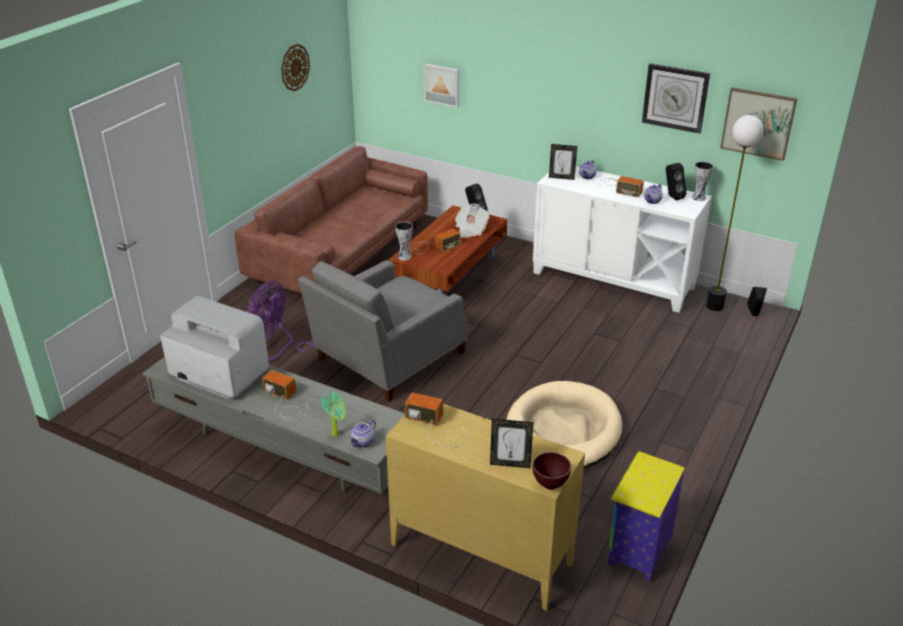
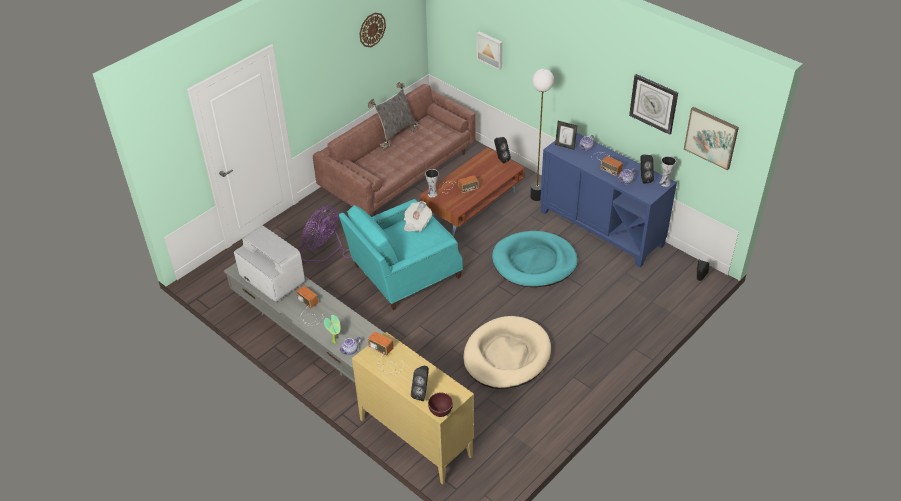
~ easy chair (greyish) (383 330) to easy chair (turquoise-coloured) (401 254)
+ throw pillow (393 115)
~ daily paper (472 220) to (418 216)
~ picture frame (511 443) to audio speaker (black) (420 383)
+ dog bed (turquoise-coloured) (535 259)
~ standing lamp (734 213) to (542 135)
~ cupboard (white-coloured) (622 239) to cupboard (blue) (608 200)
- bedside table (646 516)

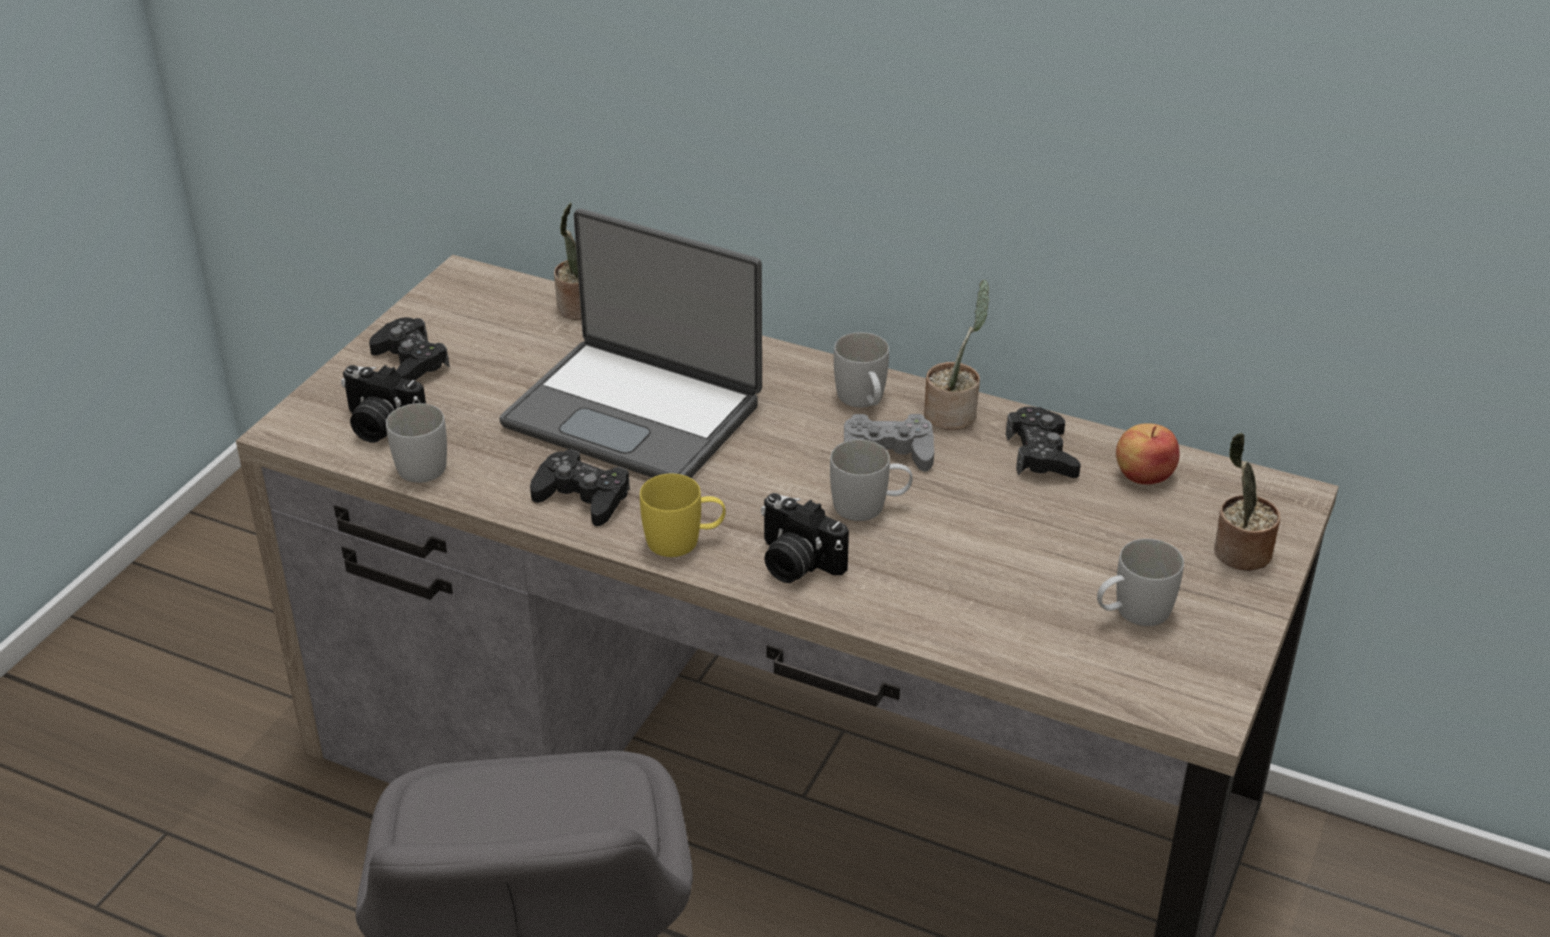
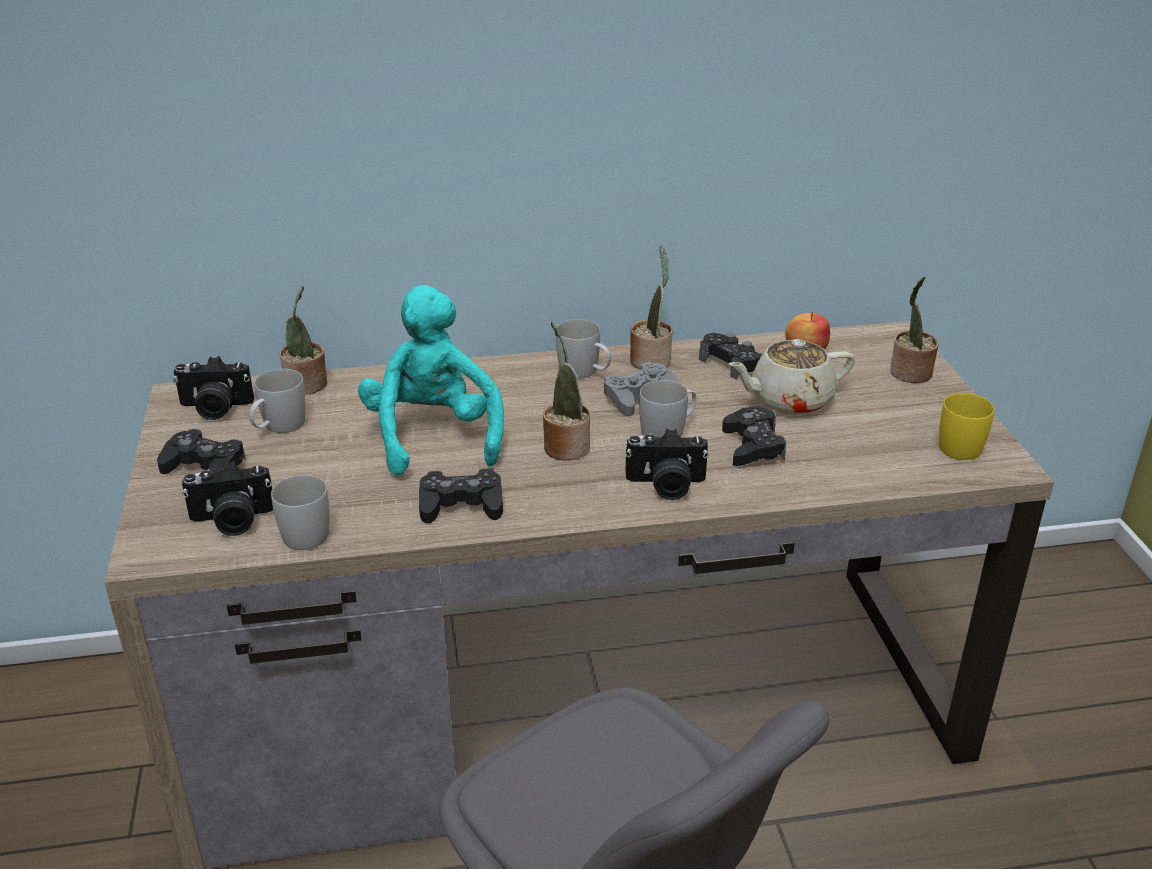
+ photo camera (213 388)
~ tea mug (white-coloured) (1140 582) to (277 401)
~ portable computer (630 343) to plush toy (turquoise-coloured) (431 380)
+ houseplant (566 391)
+ gamepad (black) (754 436)
+ teapot (sand-coloured) (791 377)
~ tea mug (yellowish) (683 515) to (967 426)

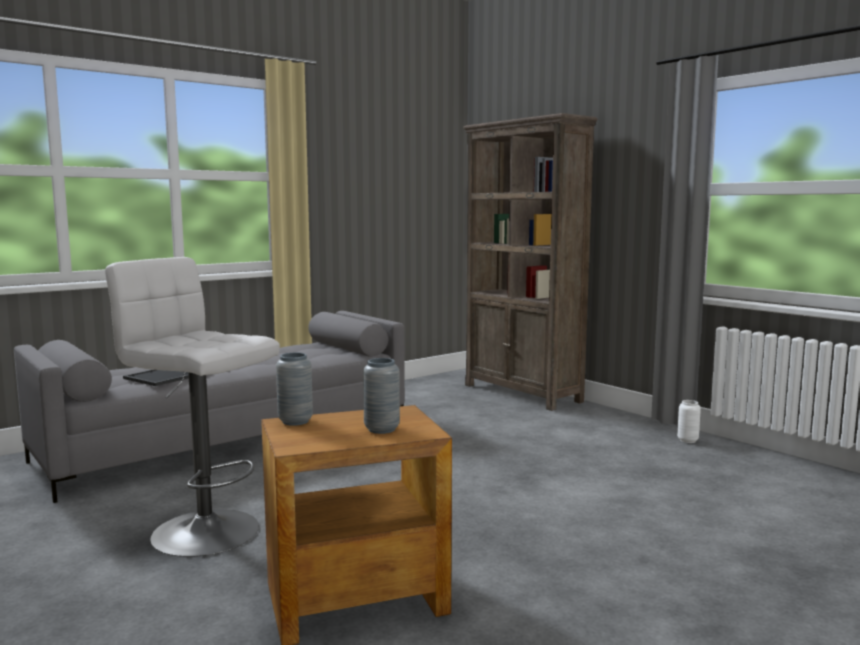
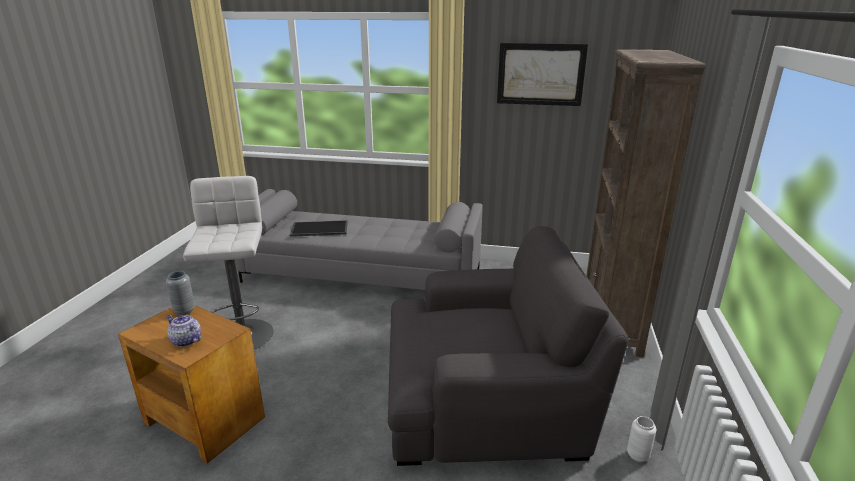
~ decorative vase (greyish) (381 396) to teapot (183 331)
+ easy chair (greyish) (508 346)
+ wall art (542 74)

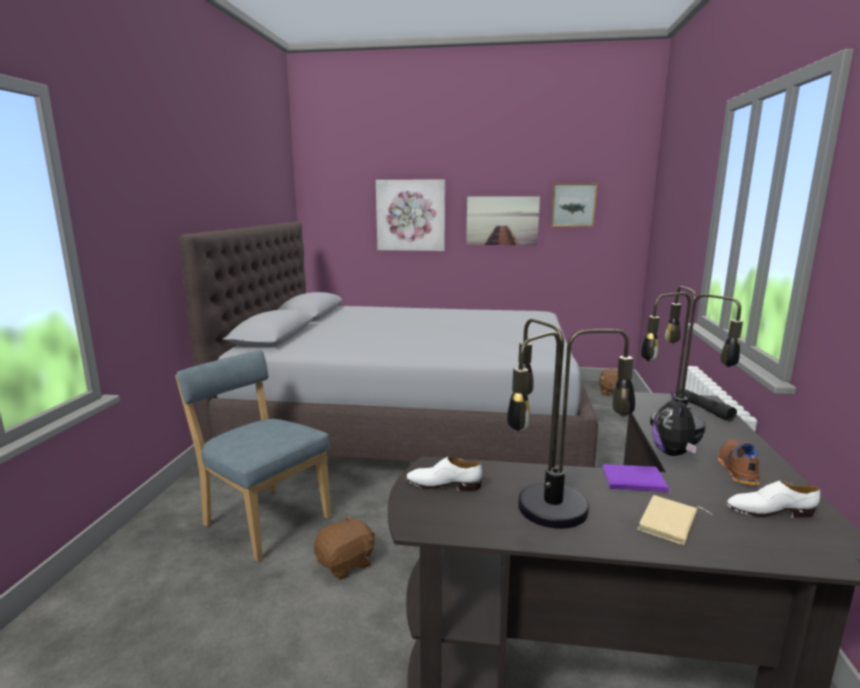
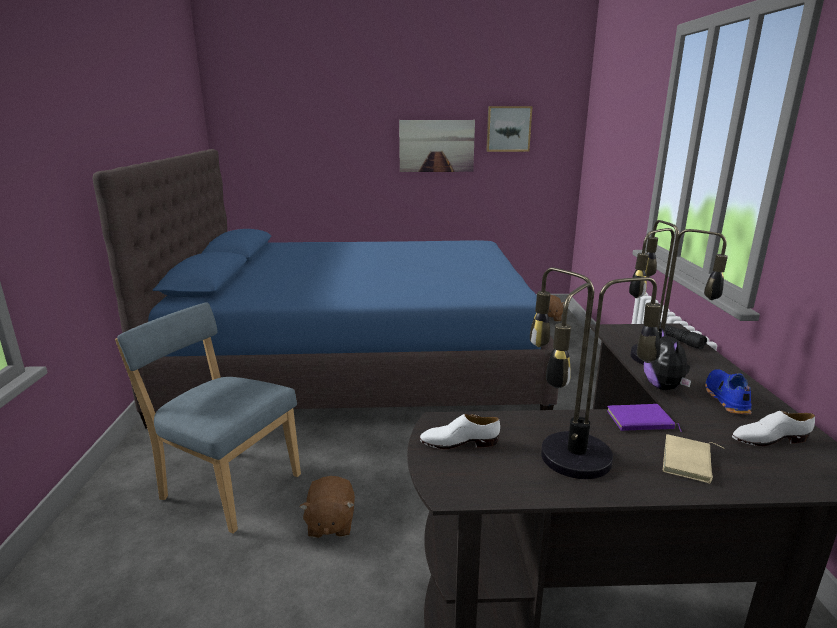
~ bed (greyish) (388 344) to bed (blue) (325 289)
~ plush toy (brown) (344 547) = (327 507) 135 degrees clockwise
~ item of footwear (brown) (739 462) to item of footwear (blue) (728 391)
- wall art (410 215)

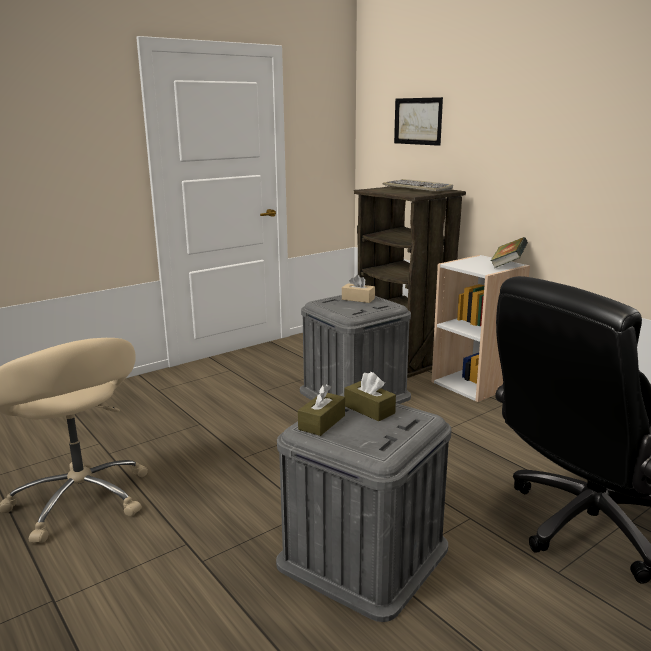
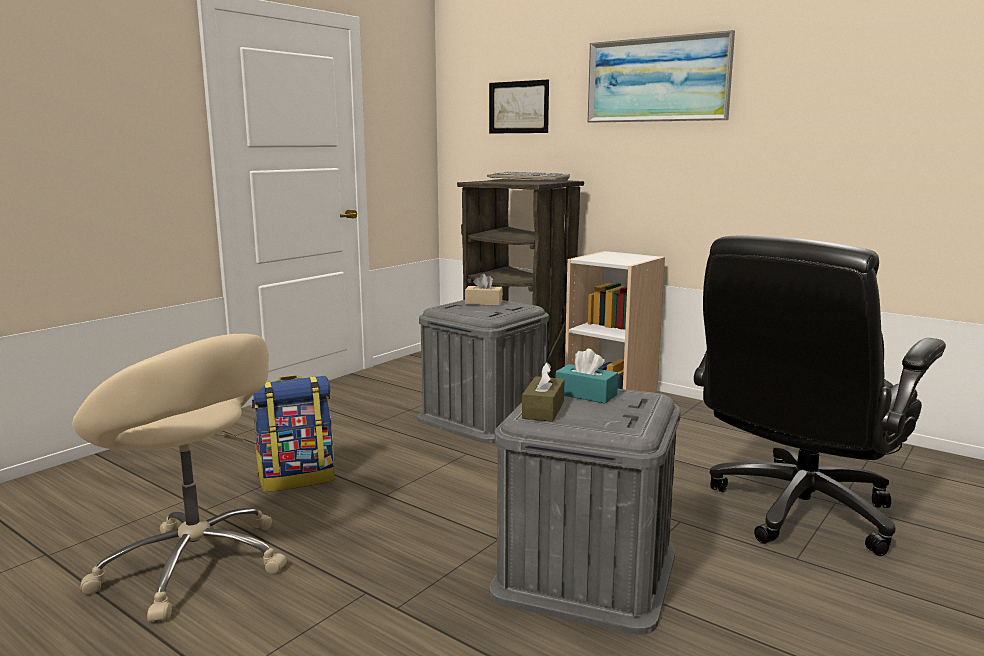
+ knapsack (293 433)
~ tissue box (brown) (370 396) to tissue box (turquoise-coloured) (587 376)
+ wall art (661 76)
- book (509 252)

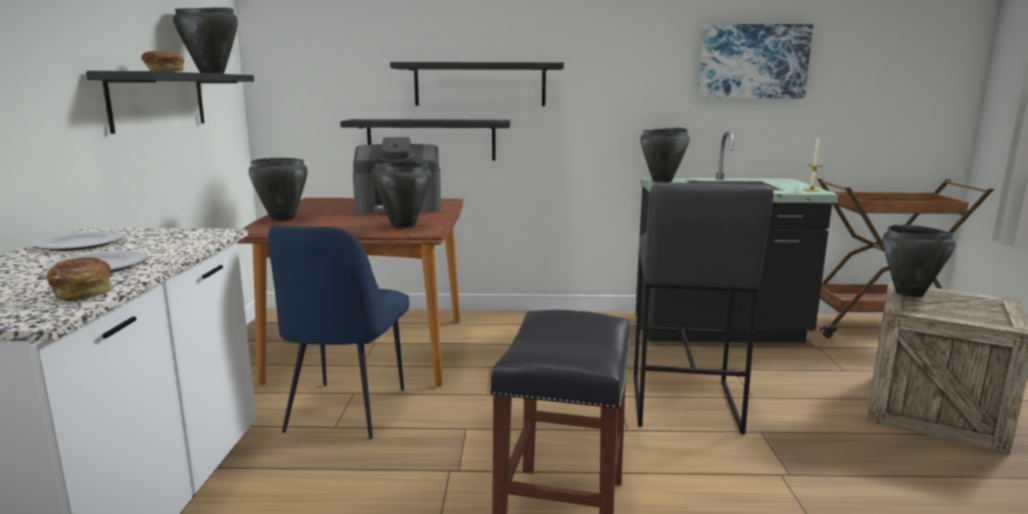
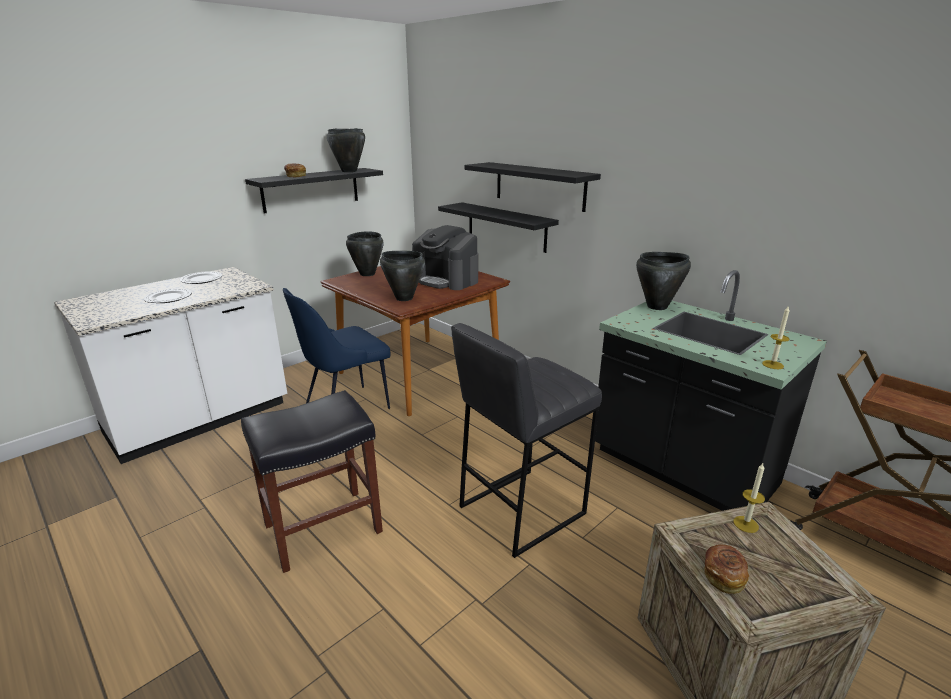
~ baked bread (80 279) to (726 569)
~ saucepot (black) (919 260) to wax light (749 498)
- wall art (755 61)

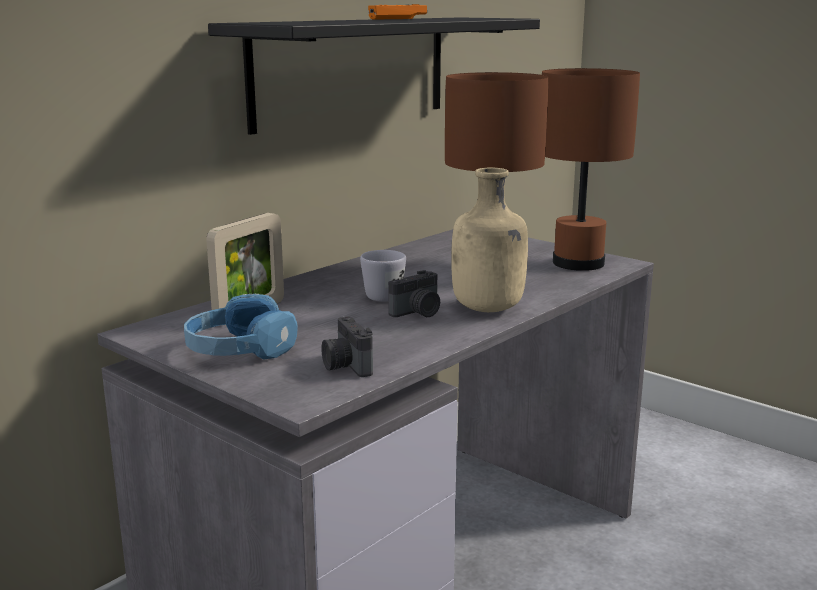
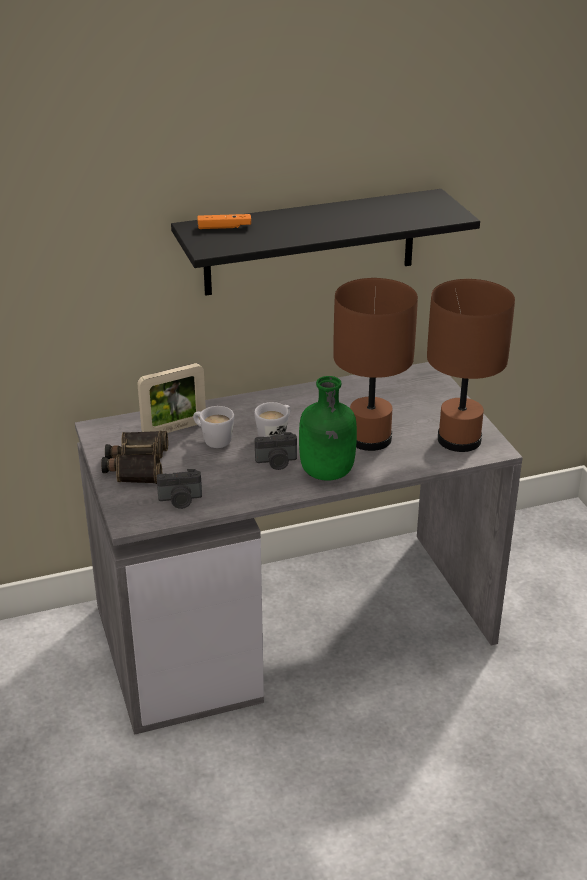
~ pair of headphones (blue) (241 327) to binoculars (134 457)
~ photo camera (347 346) = (179 489) 105 degrees counterclockwise
+ tea mug (white-coloured) (213 427)
~ gamepad (orange) (397 11) to (224 221)
~ bottle (sand-coloured) (489 240) to bottle (green) (328 428)

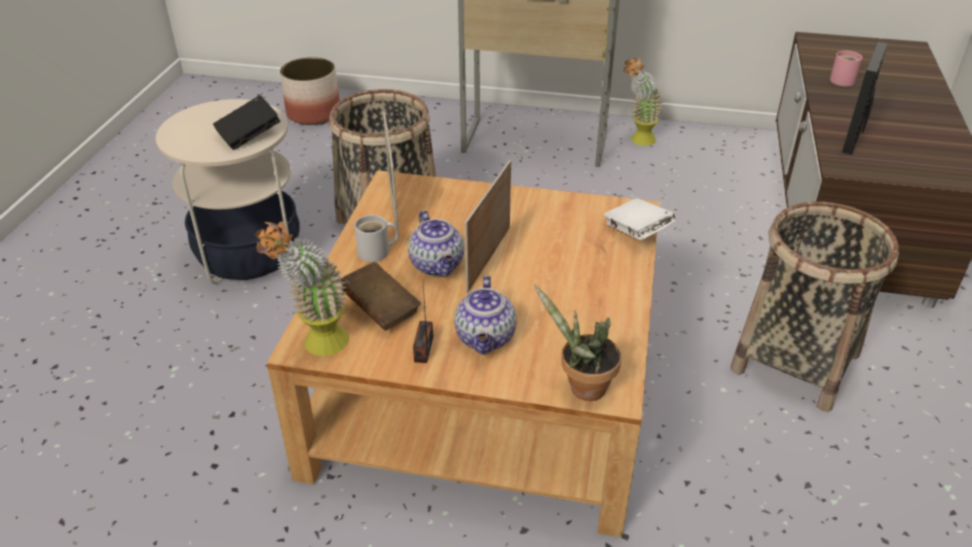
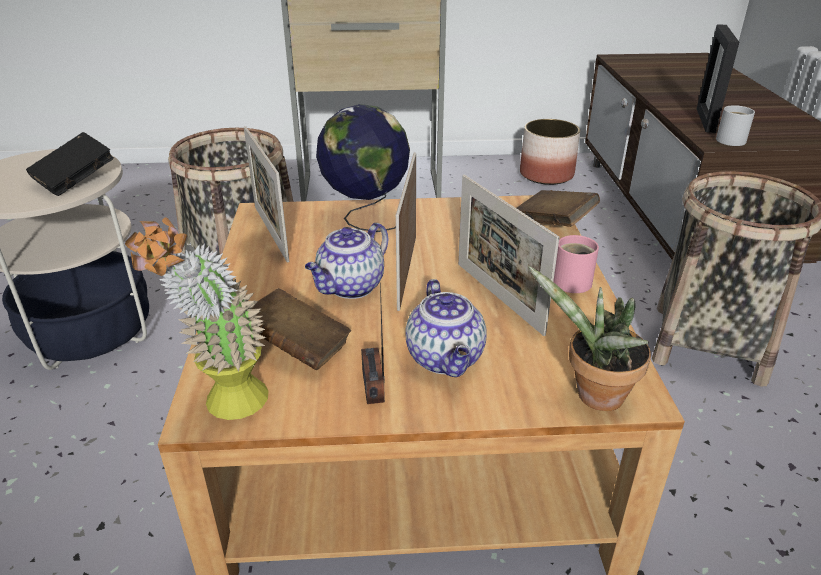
~ teapot (436 243) = (346 261) 75 degrees clockwise
+ globe (363 168)
+ picture frame (509 255)
~ book (white-coloured) (640 219) to book (brown) (558 208)
~ flower pot (310 91) to (550 152)
~ tea mug (pinkish) (846 68) to (576 264)
~ tea mug (white-coloured) (376 238) to (735 125)
- houseplant (643 101)

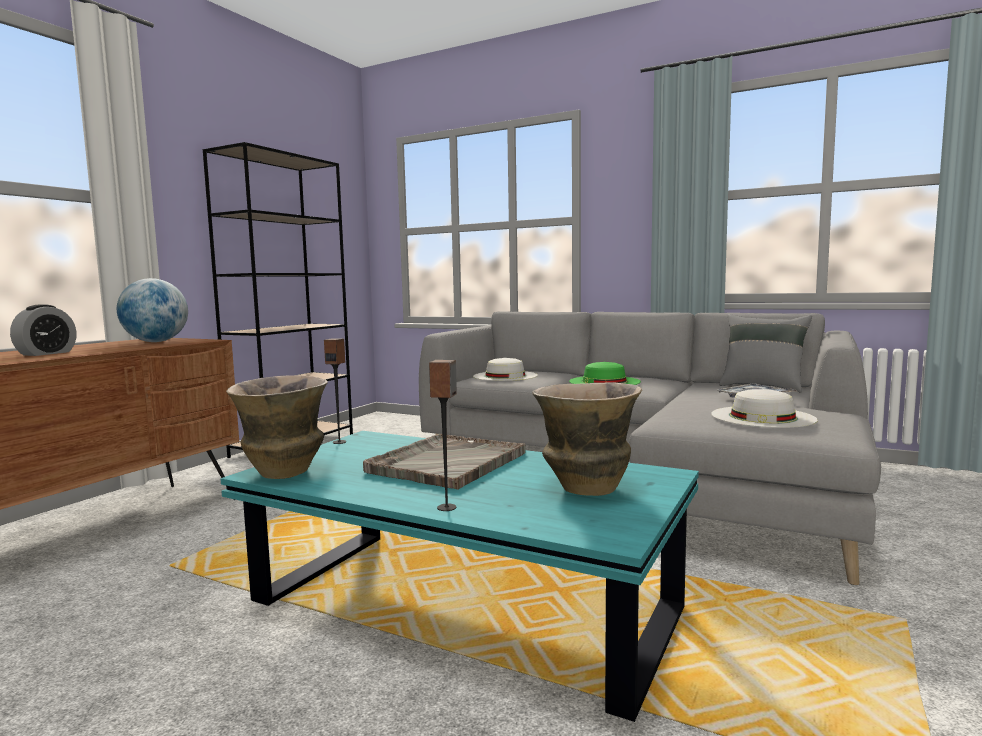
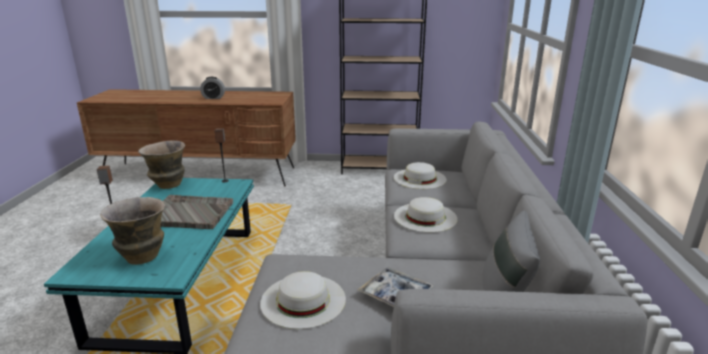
~ hat (green) (605 373) to hat (white-coloured) (426 214)
- globe (152 310)

